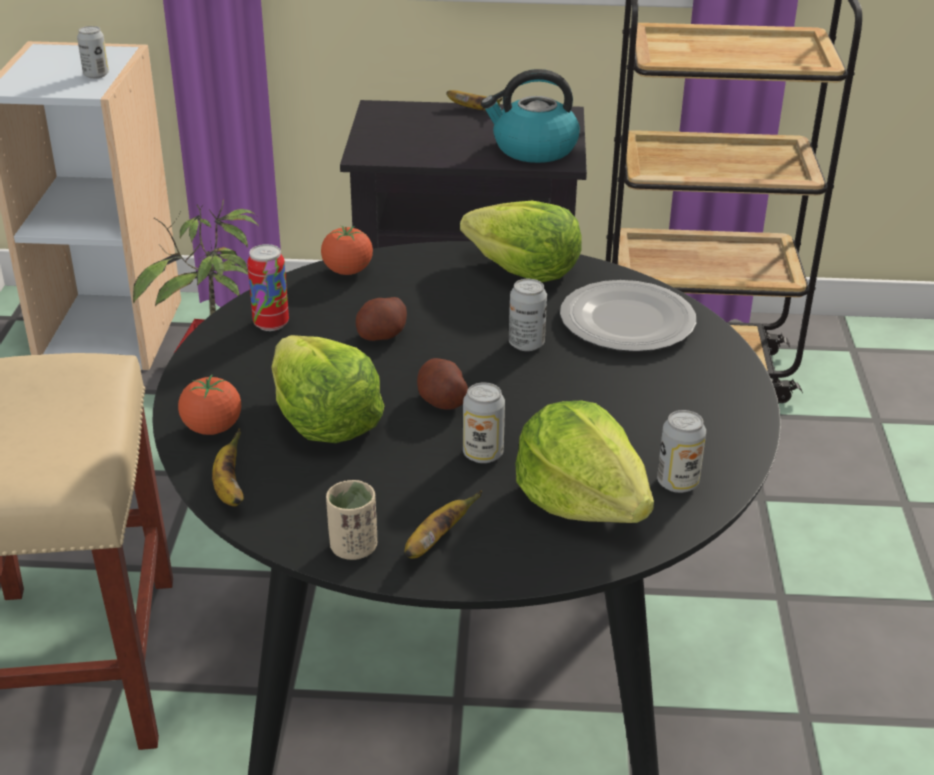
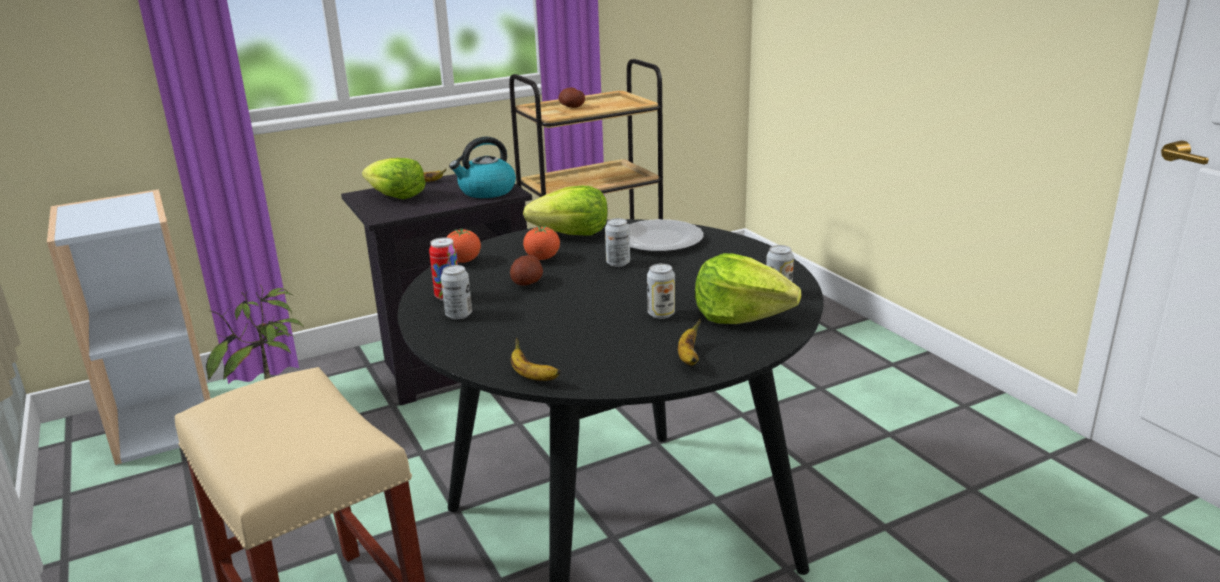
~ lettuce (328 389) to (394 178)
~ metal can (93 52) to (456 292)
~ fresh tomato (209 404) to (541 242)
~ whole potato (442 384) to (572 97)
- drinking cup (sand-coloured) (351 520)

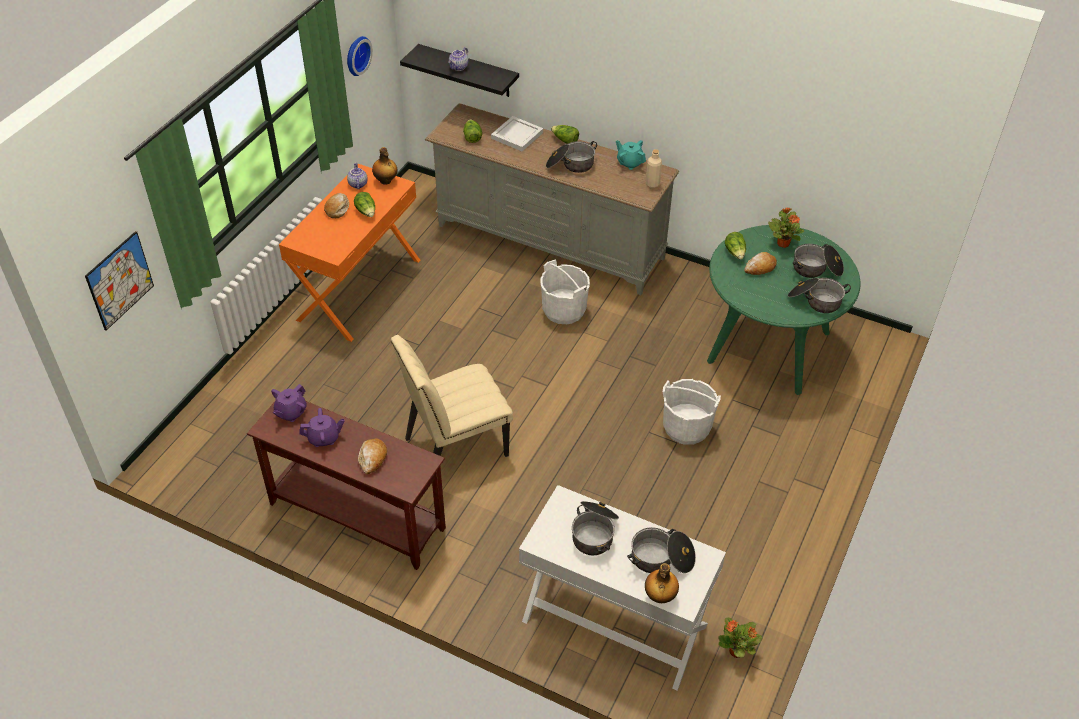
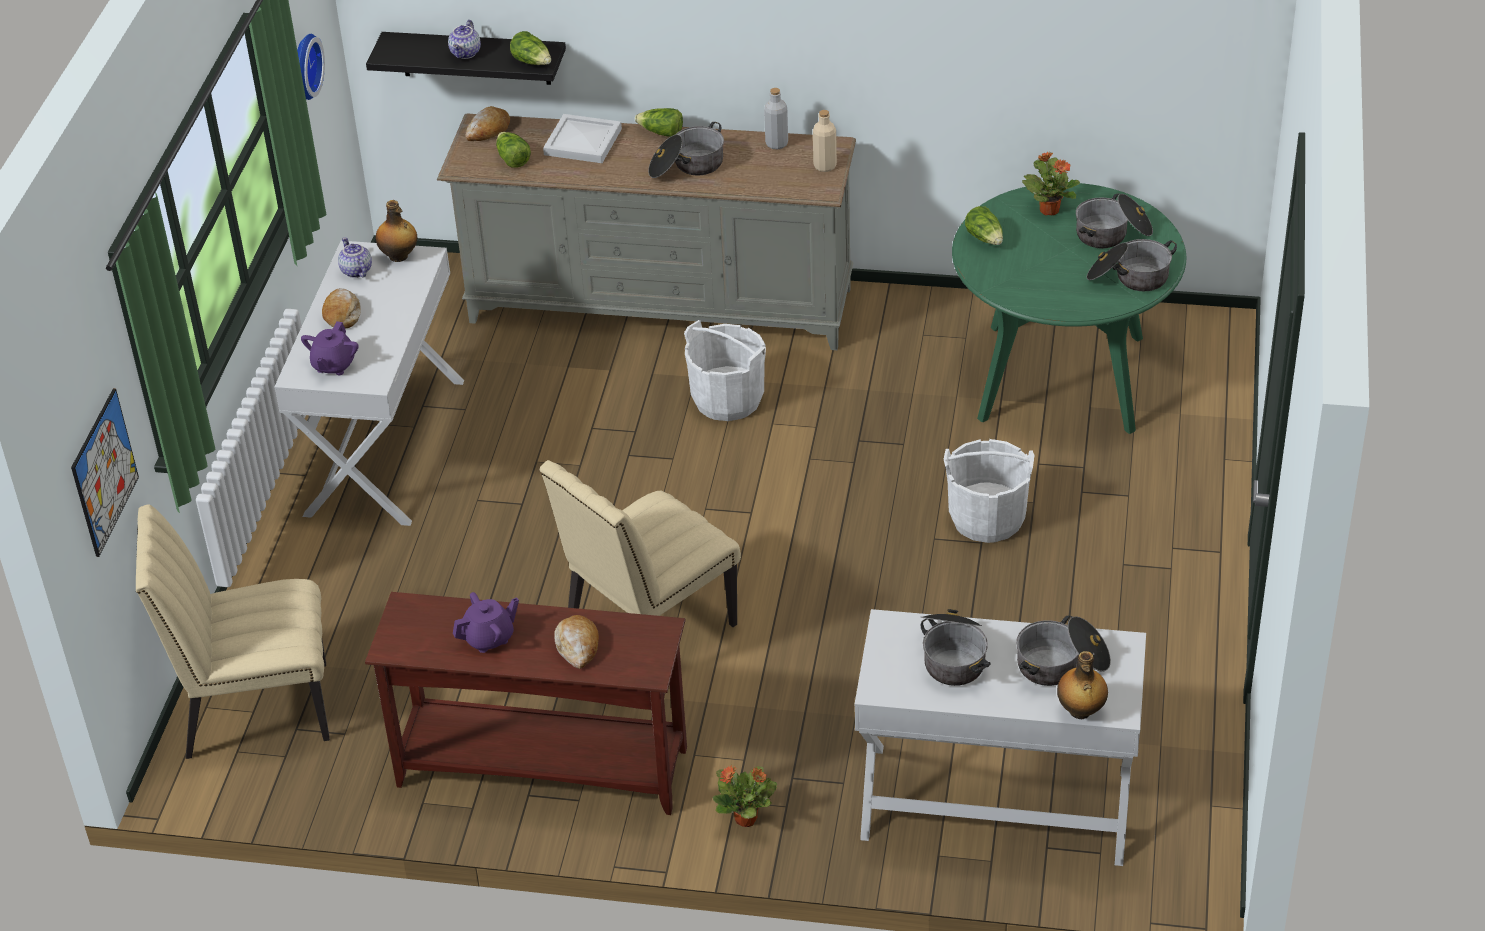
+ chair (sand-coloured) (233 631)
~ console table (orange) (350 253) to console table (white-coloured) (369 383)
~ teapot (purplish) (289 403) to (330 348)
~ baked bread (760 263) to (487 123)
~ lettuce (364 204) to (530 48)
~ houseplant (740 637) to (745 796)
~ teapot (turquoise-coloured) (631 155) to bottle (greyish) (776 118)

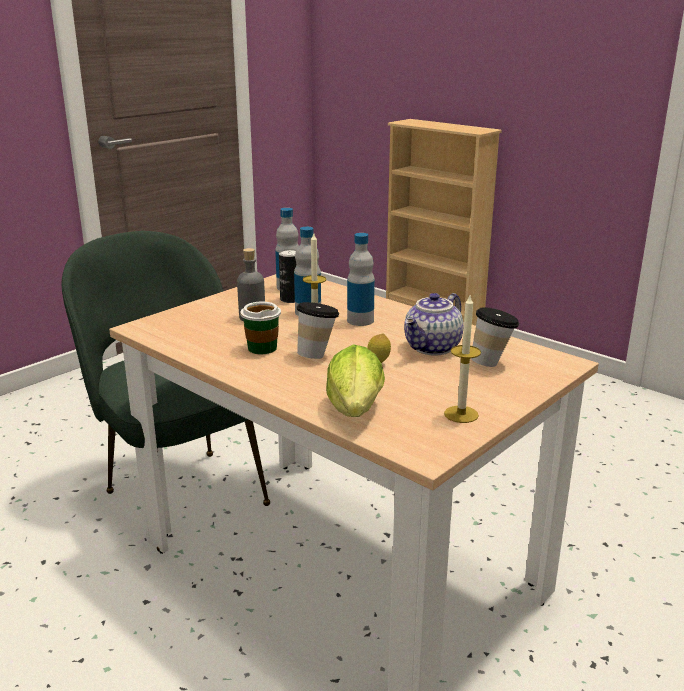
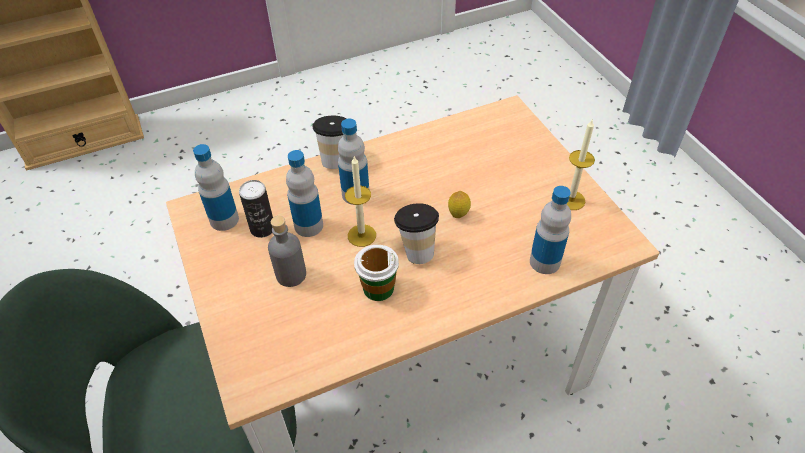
~ drinking cup (495 337) to (329 142)
~ lettuce (355 380) to bottle (550 230)
- teapot (434 324)

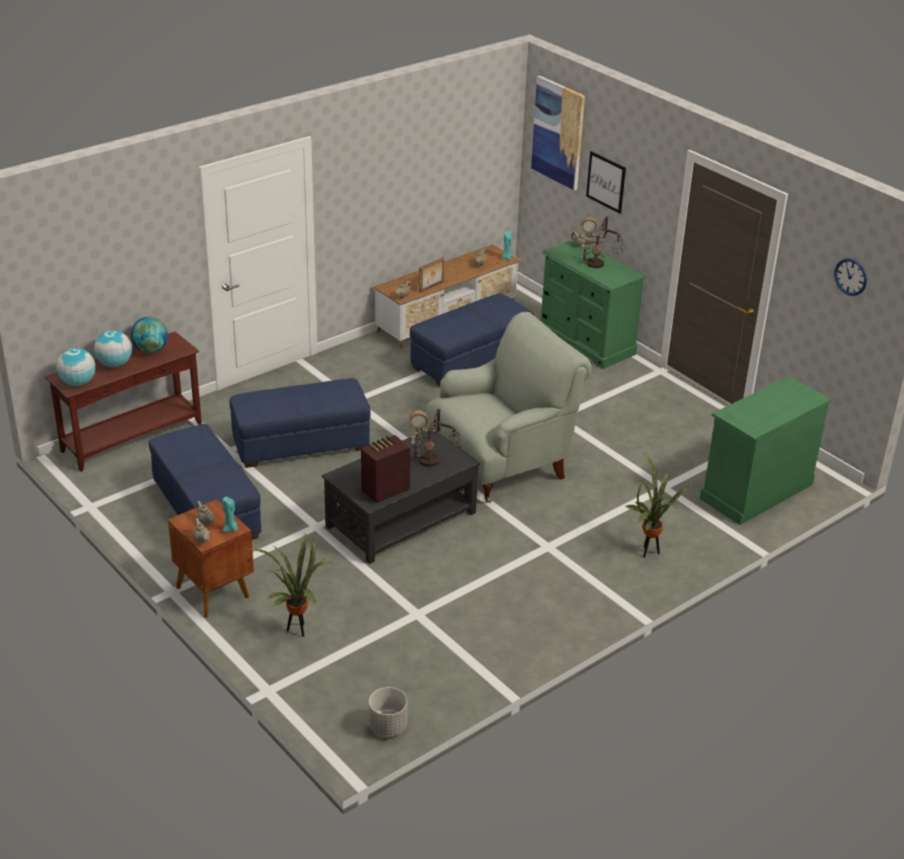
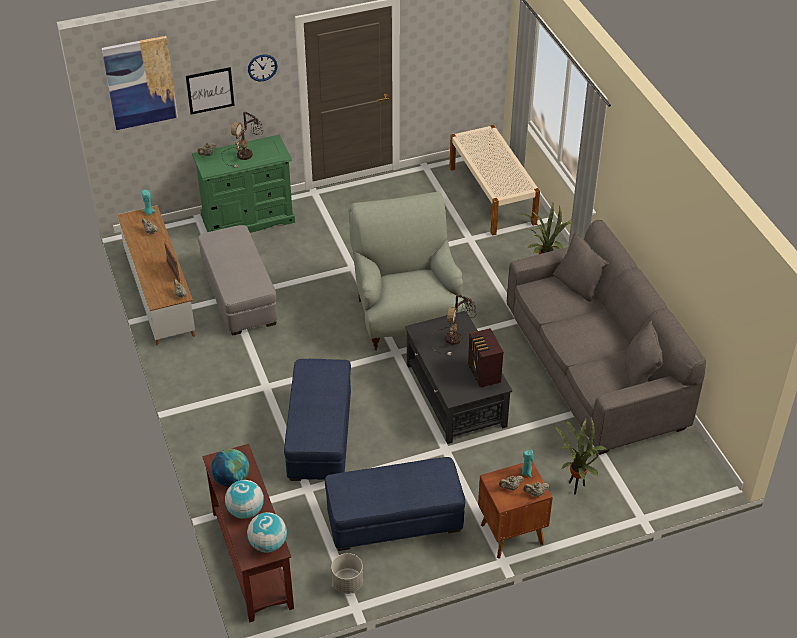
~ ottoman (blue) (472 340) to ottoman (greyish) (238 280)
~ wall clock (850 277) to (263 67)
~ flower pot (greyish) (388 712) to (347 573)
~ chest of drawers (green) (765 450) to long seat (sand-coloured) (494 180)
+ couch (greyish) (606 337)

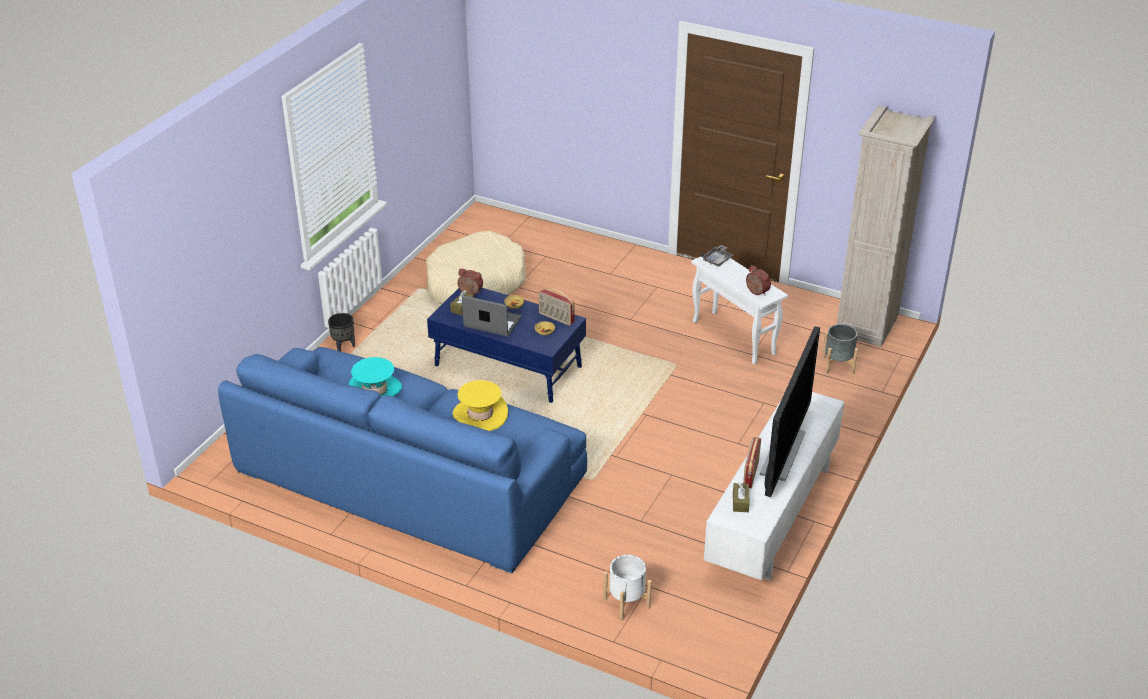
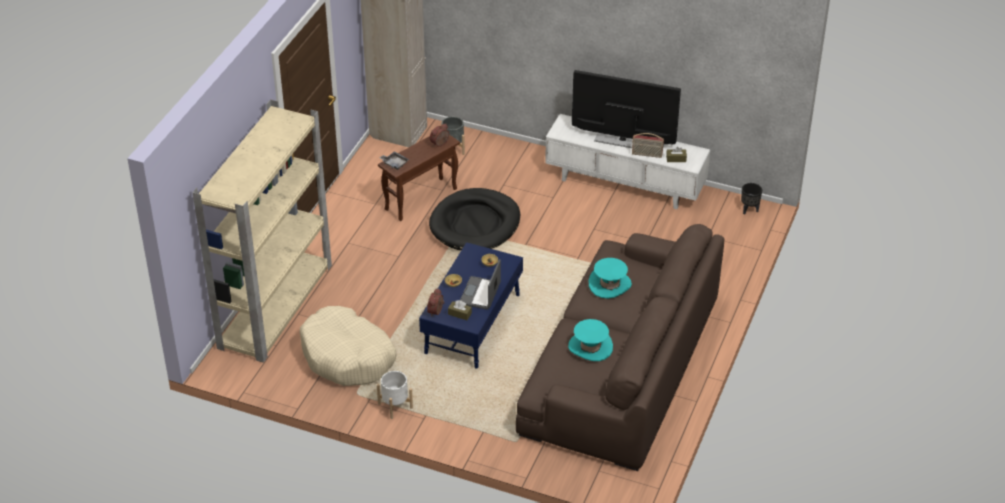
+ bookshelf (sand-coloured) (262 231)
~ flower pot (white-coloured) (627 588) to (395 395)
~ side table (white-coloured) (739 311) to side table (brown) (419 178)
+ dog bed (black) (474 219)
~ couch (blue) (402 460) to couch (brown) (620 347)
~ hat (yellowish) (480 405) to hat (turquoise-coloured) (610 278)
~ flower pot (black) (341 332) to (751 199)
- radio set (556 307)

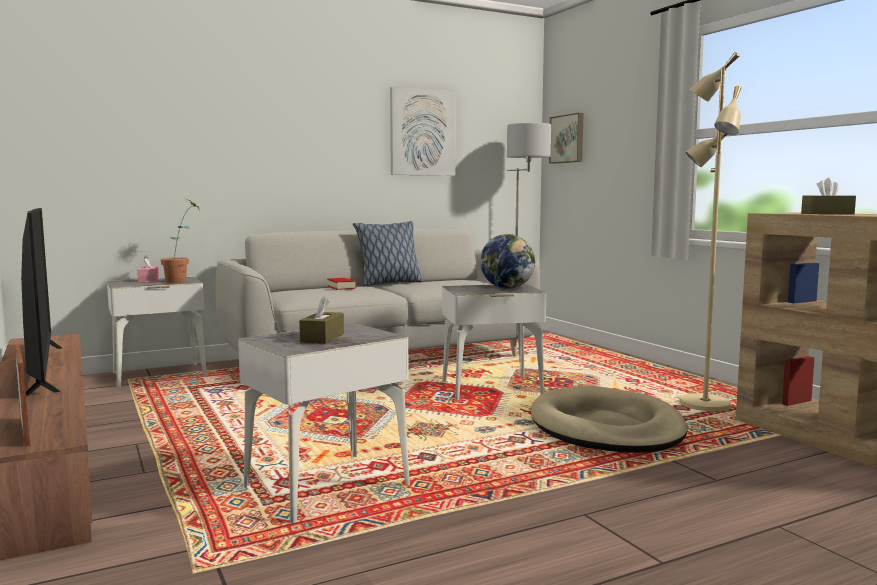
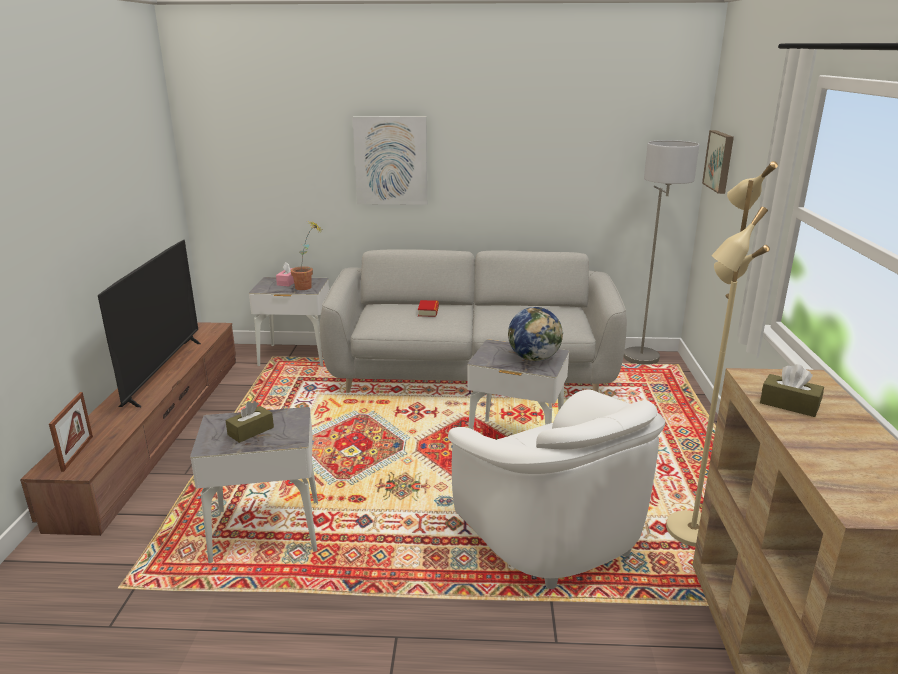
~ wall art (423 131) to (389 160)
~ dog bed (sand-coloured) (609 419) to easy chair (white-coloured) (556 489)
- throw pillow (388 254)

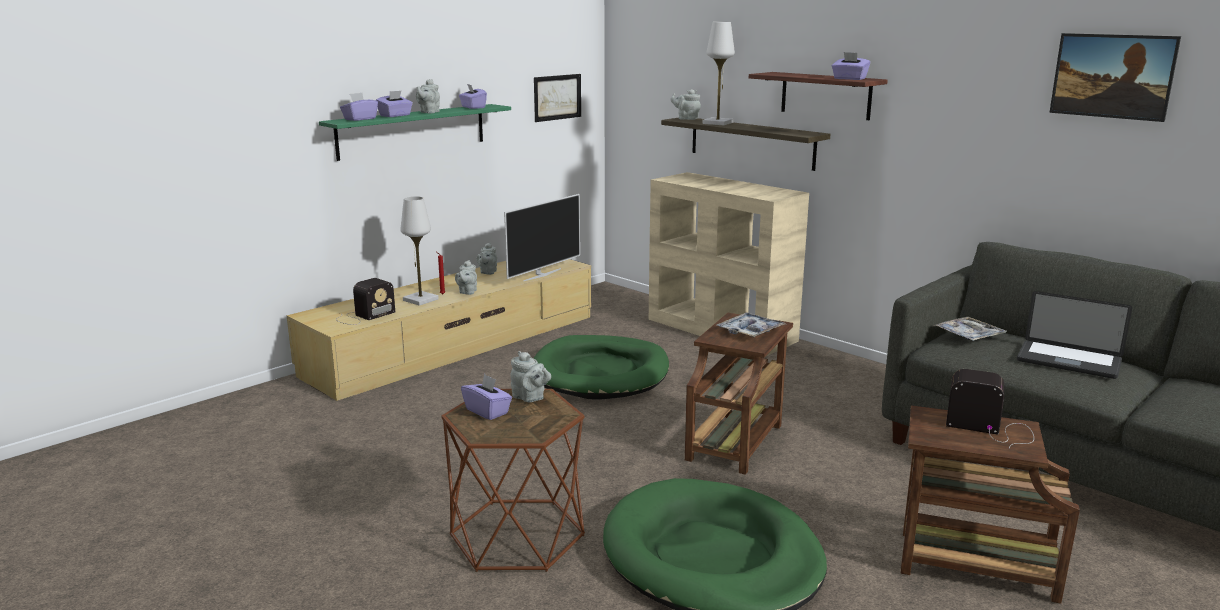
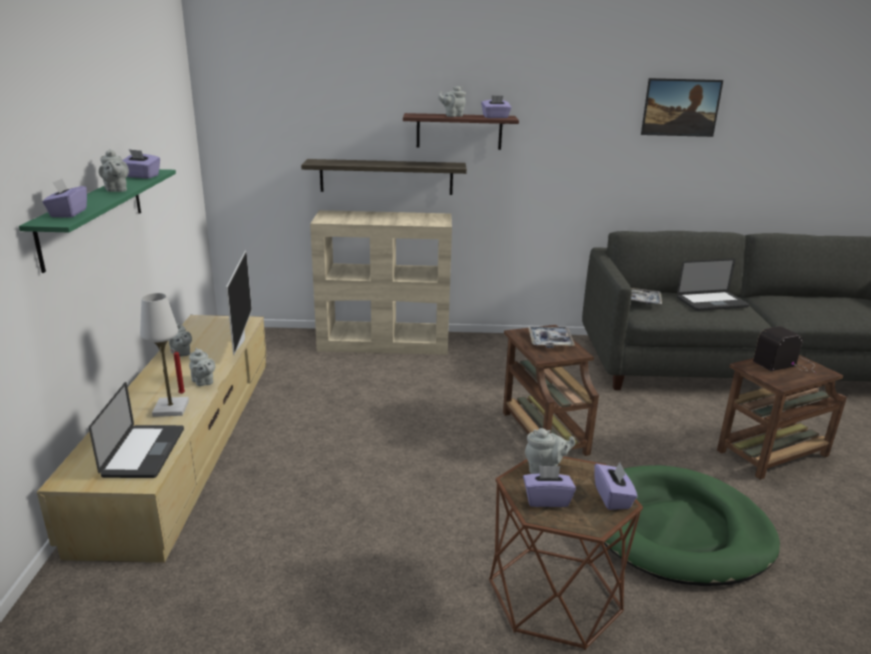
~ radio set (365 301) to portable computer (136 430)
~ teapot (greyish) (685 104) to (452 101)
~ tissue box (purplish) (394 103) to (616 486)
- wall art (557 98)
- dog bed (green) (601 367)
- tabletop lamp (white-coloured) (718 73)

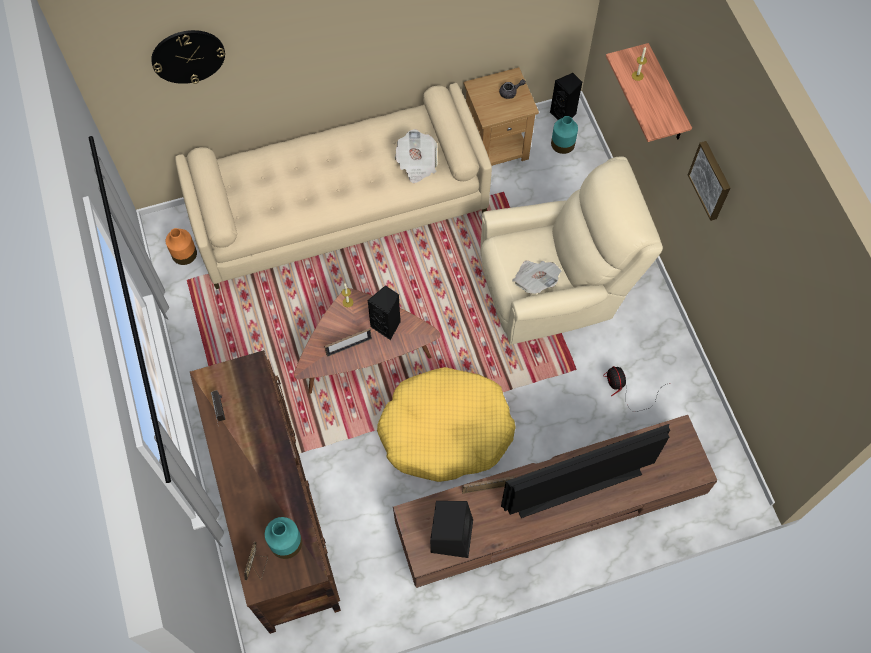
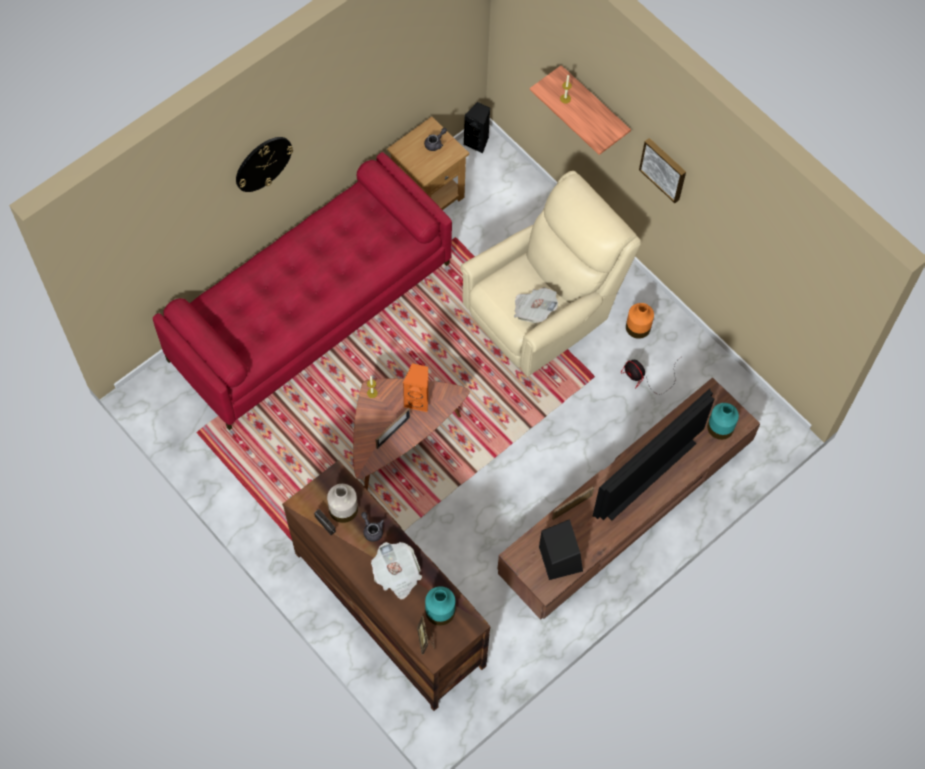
~ couch (sand-coloured) (333 186) to couch (reddish) (302 291)
~ wall clock (188 57) to (264 164)
+ decorative vase (sand-coloured) (342 503)
+ teapot (greyish) (372 527)
~ daily paper (416 156) to (396 570)
~ audio speaker (black) (384 312) to audio speaker (orange) (416 387)
~ decorative vase (orange) (181 246) to (640 321)
~ decorative vase (turquoise-coloured) (564 135) to (723 421)
- dog bed (yellowish) (446 424)

